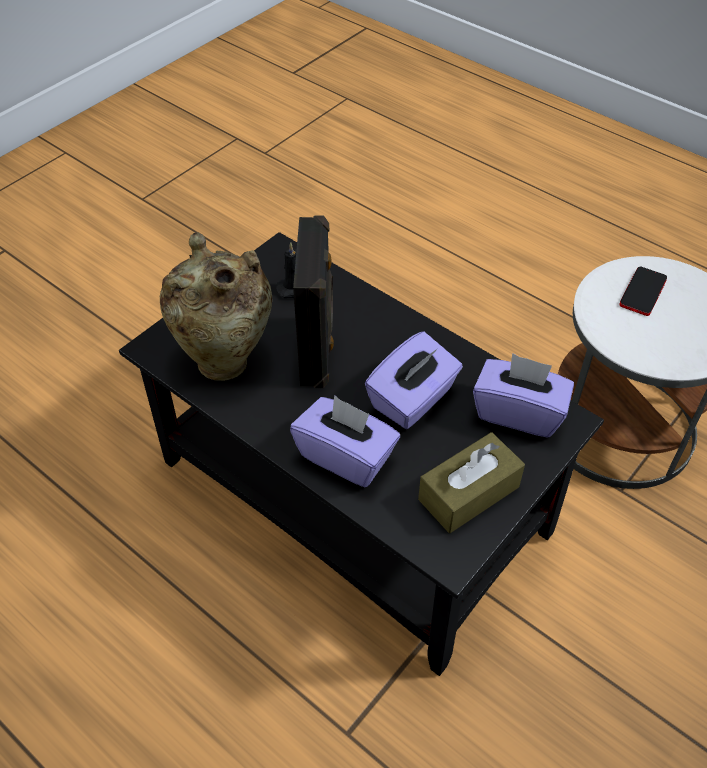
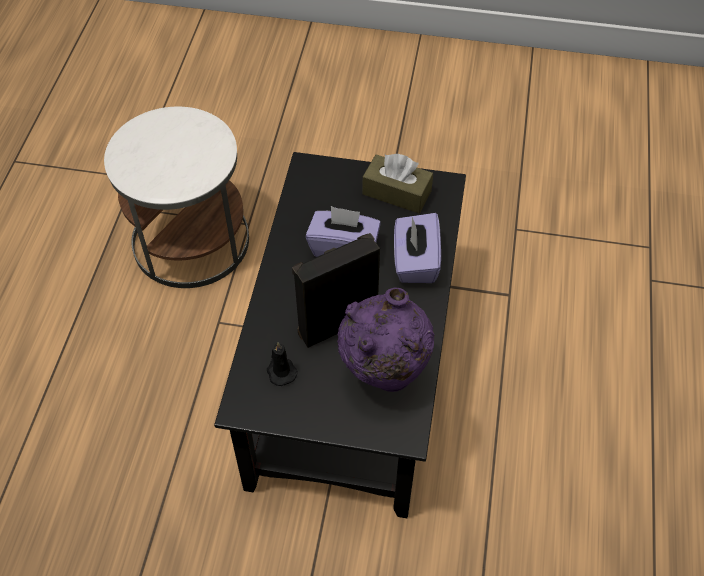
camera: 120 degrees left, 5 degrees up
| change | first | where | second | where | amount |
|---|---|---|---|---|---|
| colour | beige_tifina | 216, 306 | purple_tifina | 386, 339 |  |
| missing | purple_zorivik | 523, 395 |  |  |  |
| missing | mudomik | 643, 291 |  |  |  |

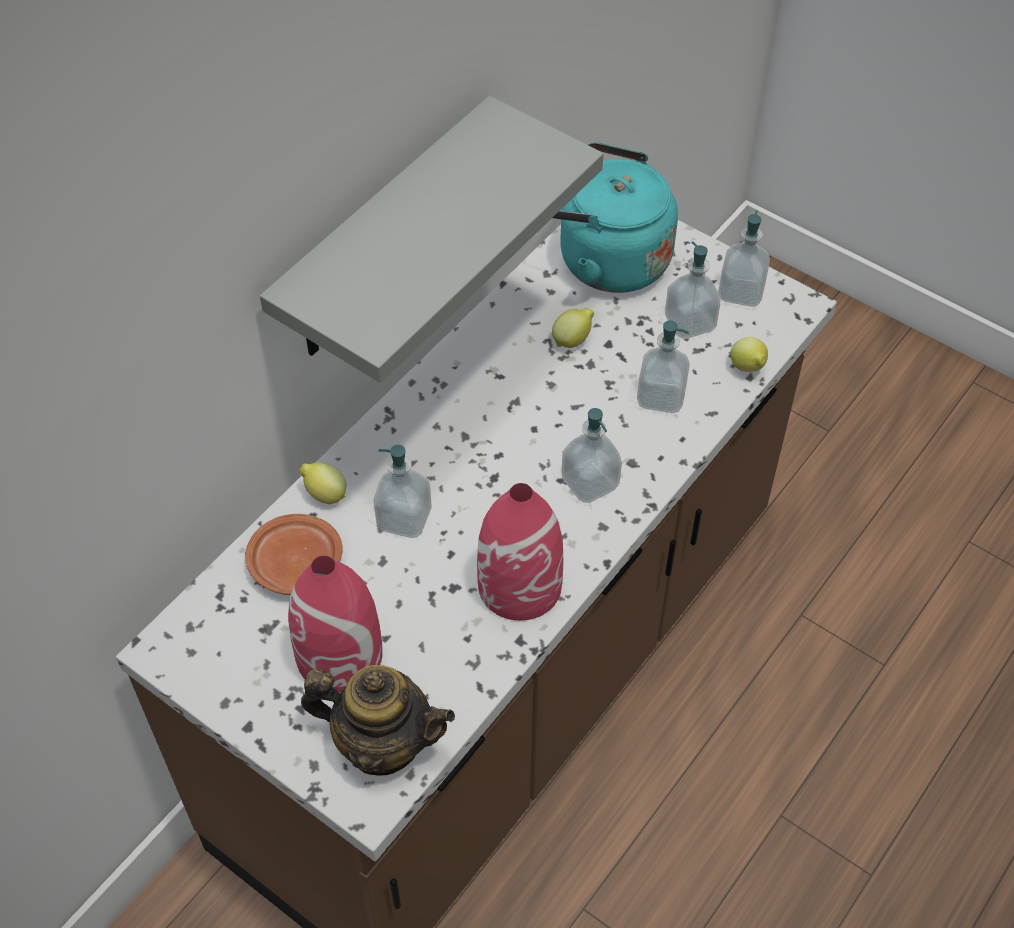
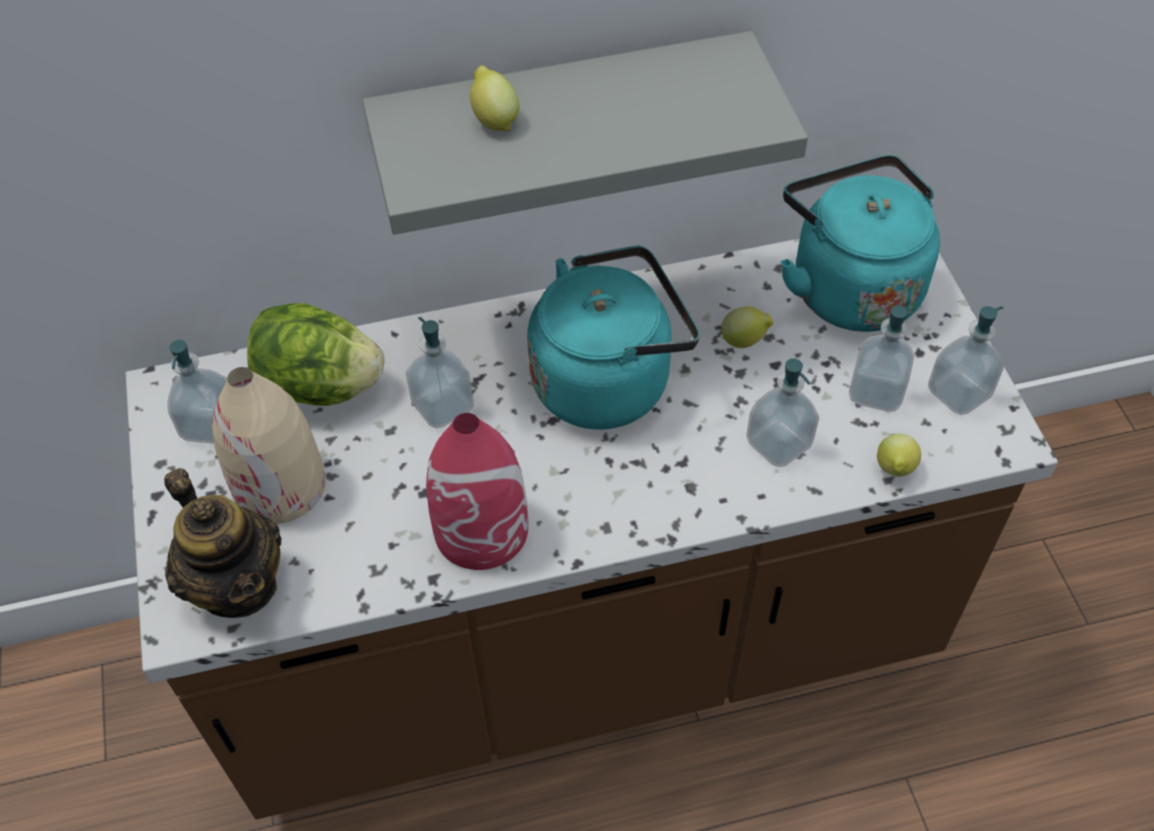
camera: 40 degrees right, 0 degrees up
| change | first | where | second | where | amount |
|---|---|---|---|---|---|
| exchanged | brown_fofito | 294, 554 | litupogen | 315, 354 |  |
| colour | red_tifina | 335, 624 | beige_tifina | 269, 445 |  |
| relocated | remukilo | 323, 483 |  | 494, 98 |  |
| relocated | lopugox | 592, 455 |  | 197, 392 |  |
| appeared |  |  | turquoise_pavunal | 613, 338 |  |

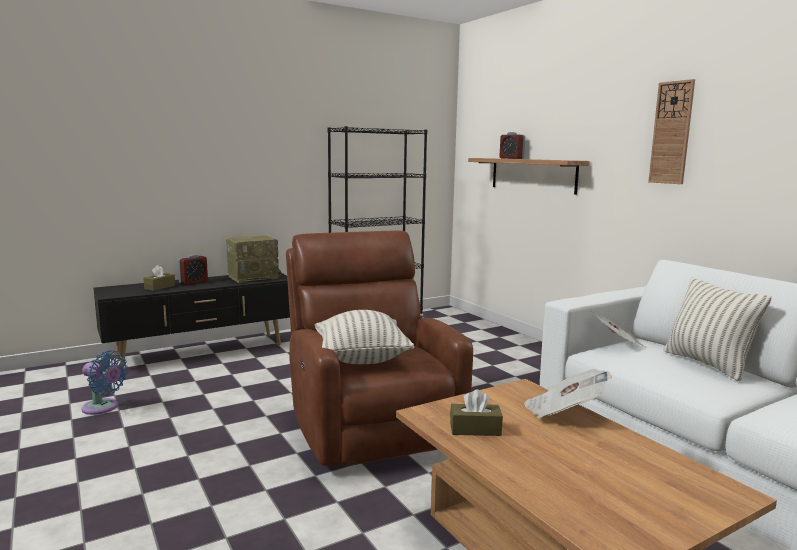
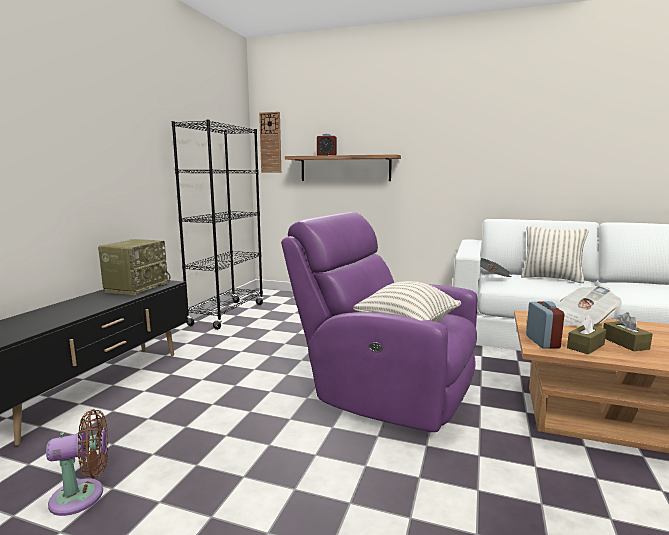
camera: 40 degrees left, 0 degrees up
| change | first | where | second | where | amount |
|---|---|---|---|---|---|
| colour | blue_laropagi | 105, 382 | brown_laropagi | 77, 462 |  |
| relocated | brown_zorivik | 159, 278 |  | 628, 331 |  |
| relocated | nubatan | 193, 269 |  | 545, 325 |  |
| colour | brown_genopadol | 379, 348 | purple_genopadol | 379, 322 |  |
| relocated | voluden | 671, 131 |  | 270, 142 |  |

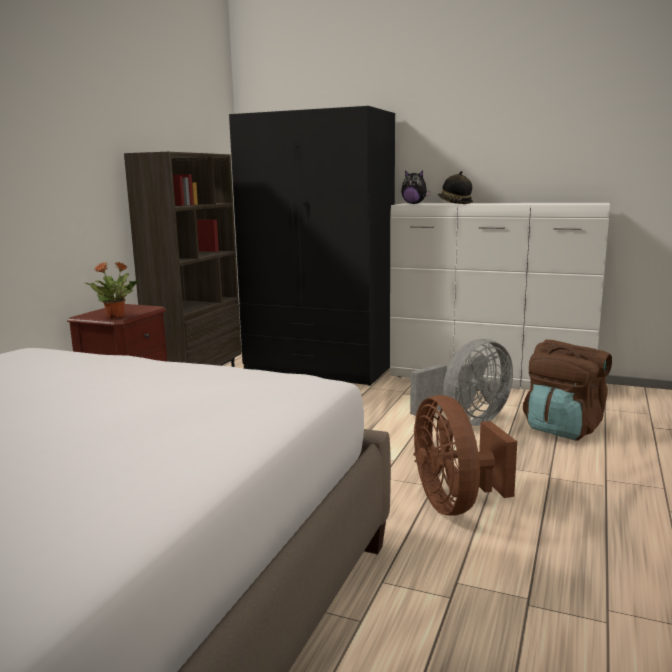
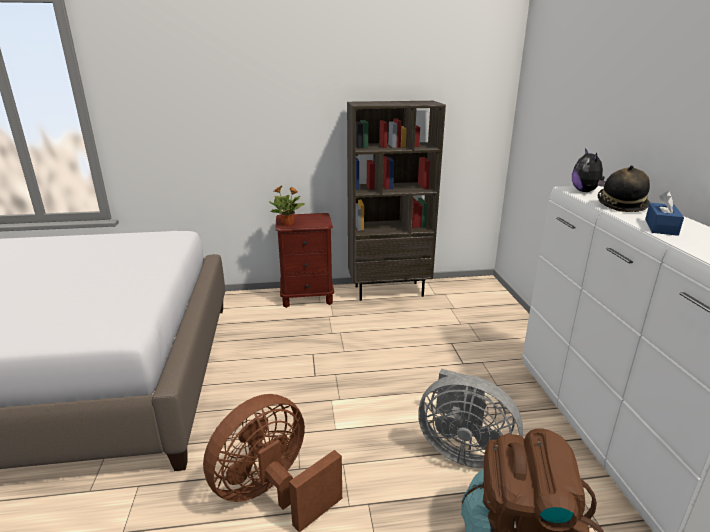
camera: 60 degrees right, 10 degrees up
| change | first | where | second | where | amount |
|---|---|---|---|---|---|
| missing | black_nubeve | 312, 246 |  |  |  |
| appeared |  |  | blue_zorivik | 664, 213 |  |

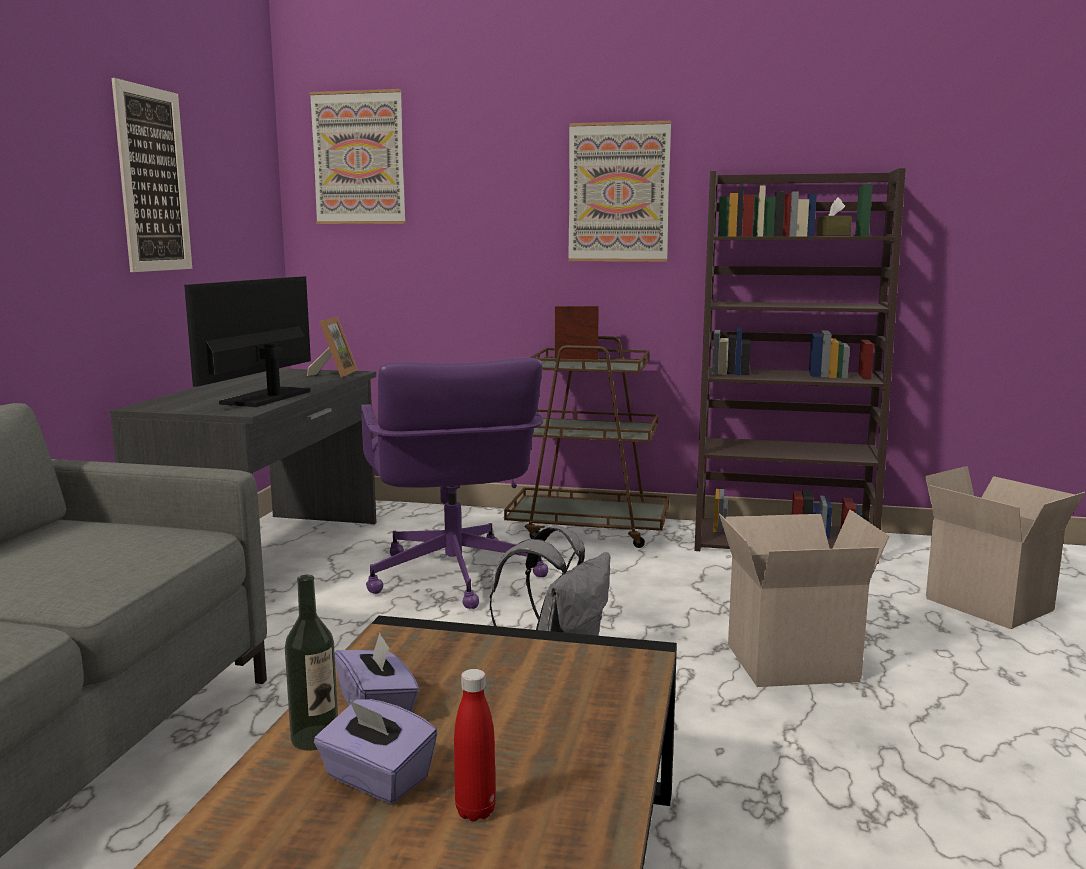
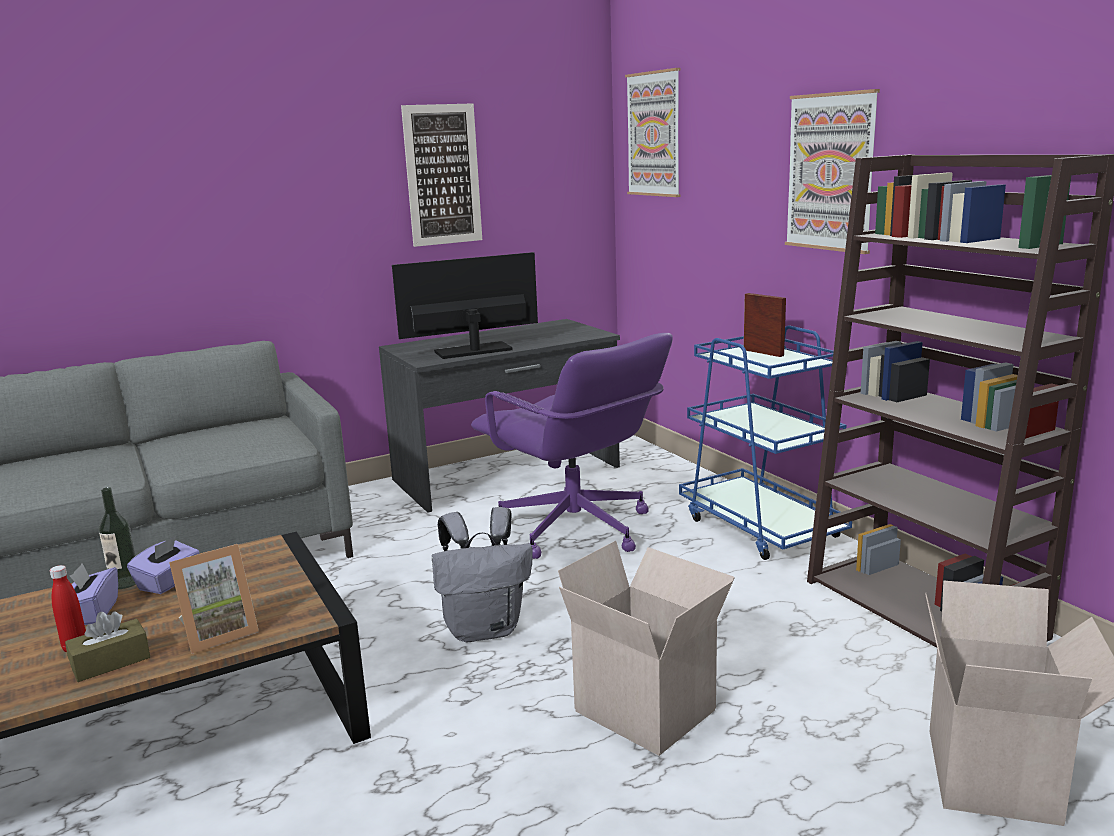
camera: 50 degrees right, 5 degrees up
| change | first | where | second | where | amount |
|---|---|---|---|---|---|
| relocated | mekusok | 332, 347 |  | 214, 599 |  |
| spun | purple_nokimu | 454, 483 |  | 572, 446 | 75 degrees counterclockwise |
| colour | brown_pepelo | 586, 442 | blue_pepelo | 765, 443 |  |
| relocated | brown_zorivik | 834, 216 |  | 107, 646 |  |

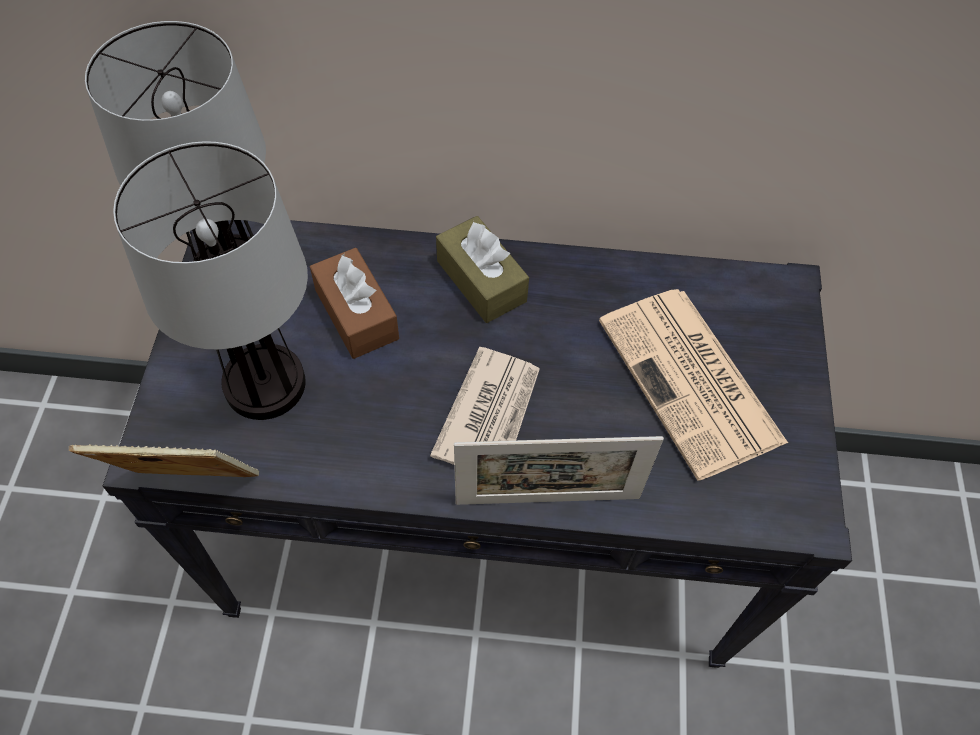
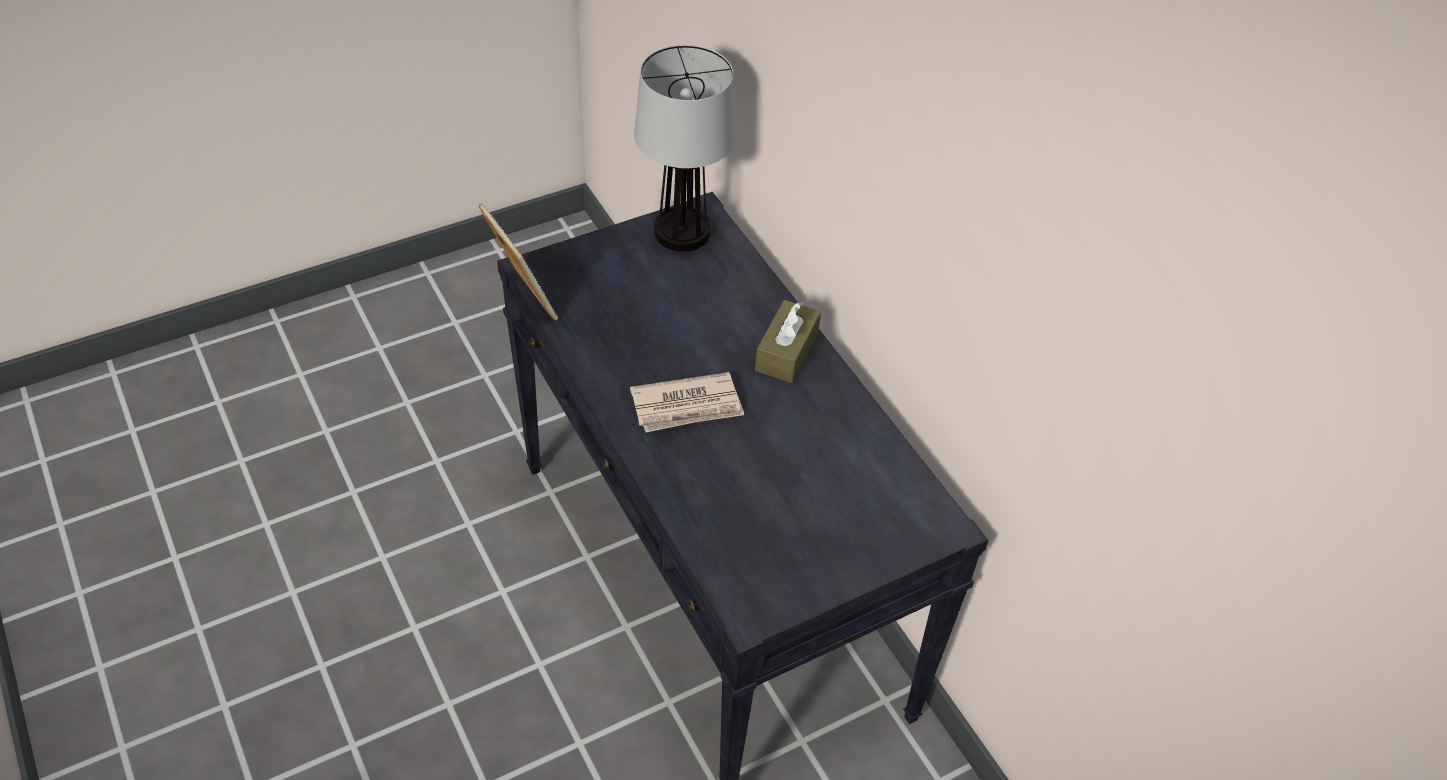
camera: 55 degrees right, 10 degrees down
| change | first | where | second | where | amount |
|---|---|---|---|---|---|
| missing | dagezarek | 210, 280 |  |  |  |
| missing | brown_zorivik | 354, 303 |  |  |  |
| missing | mekusok | 559, 470 |  |  |  |
| missing | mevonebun | 693, 385 |  |  |  |

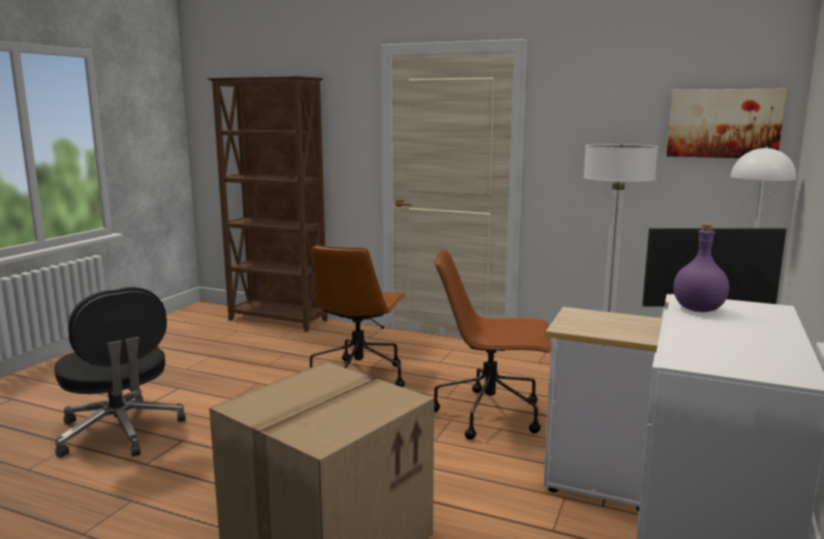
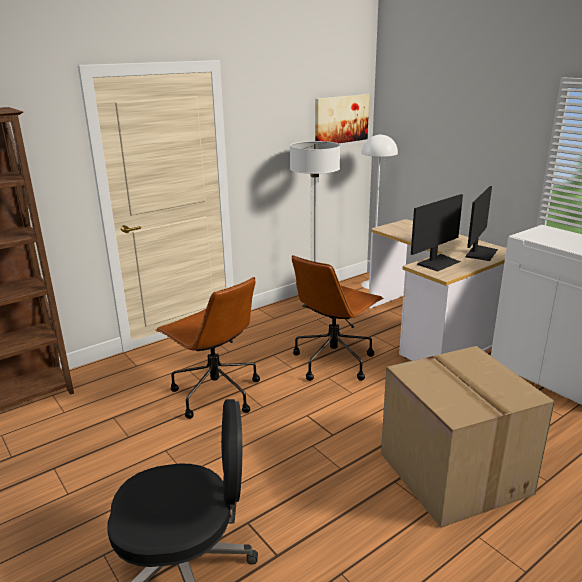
camera: 60 degrees left, 10 degrees up
| change | first | where | second | where | amount |
|---|---|---|---|---|---|
| missing | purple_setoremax | 701, 267 |  |  |  |
| appeared |  |  | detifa | 437, 233 |  |

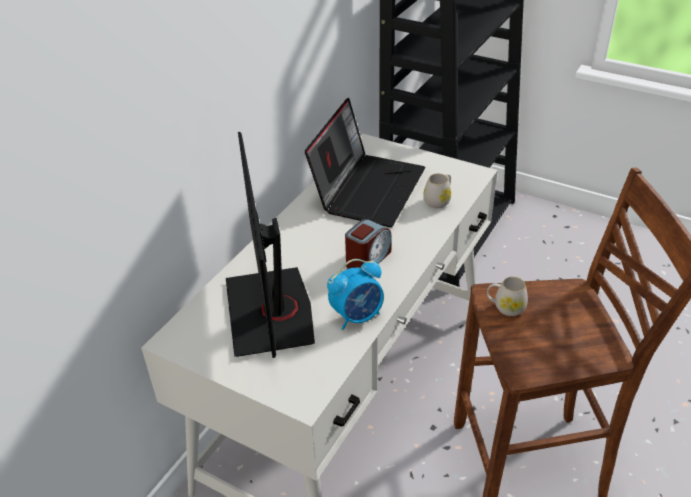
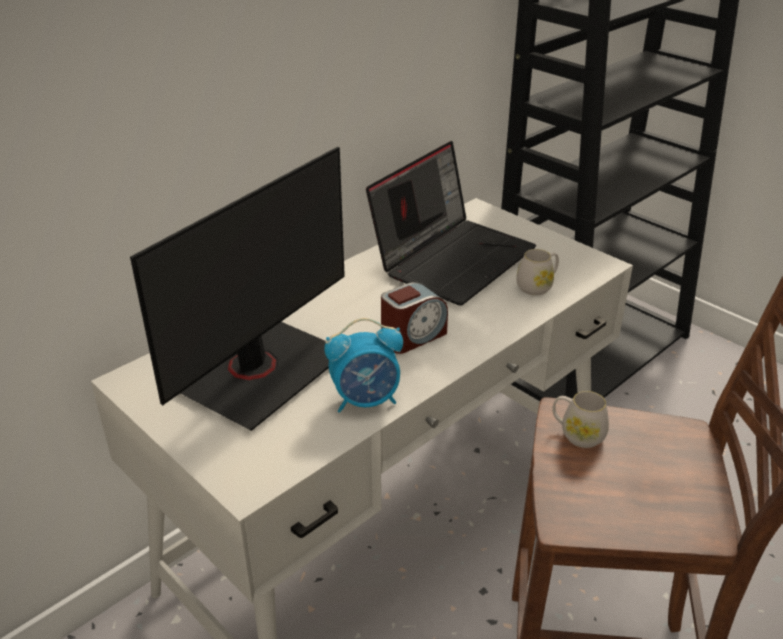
camera: 15 degrees right, 5 degrees down
| change | first | where | second | where | amount |
|---|---|---|---|---|---|
| spun | detifa | 270, 245 |  | 237, 289 | 150 degrees counterclockwise |

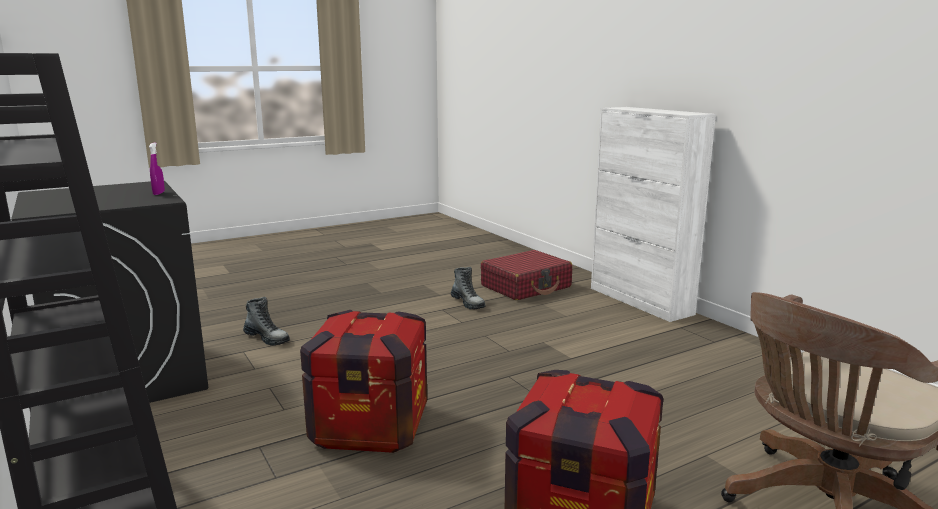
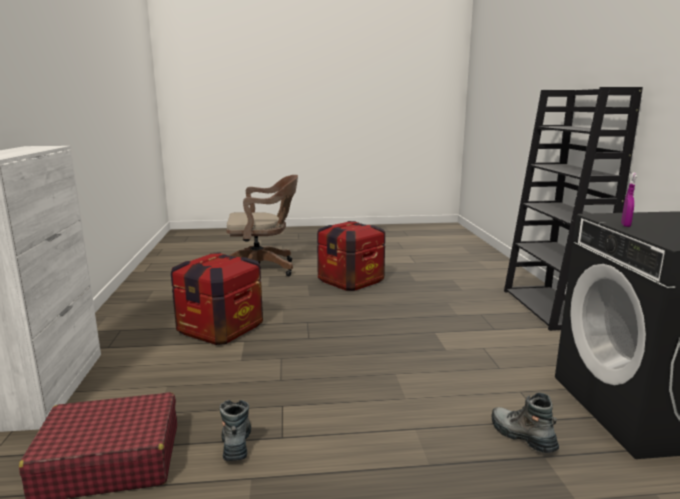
camera: 155 degrees left, 0 degrees up
| change | first | where | second | where | amount |
|---|---|---|---|---|---|
| relocated | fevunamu | 363, 381 |  | 217, 298 |  |

